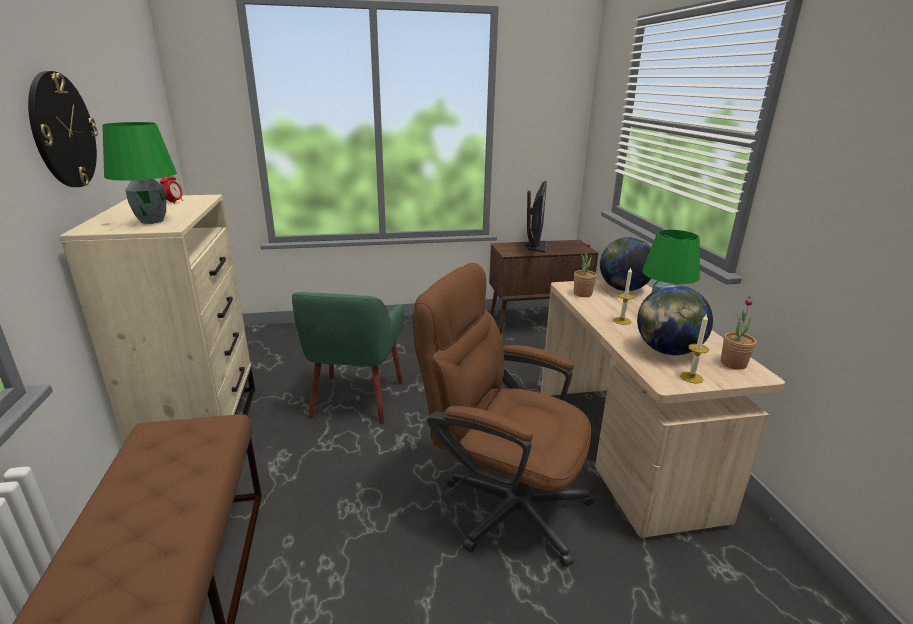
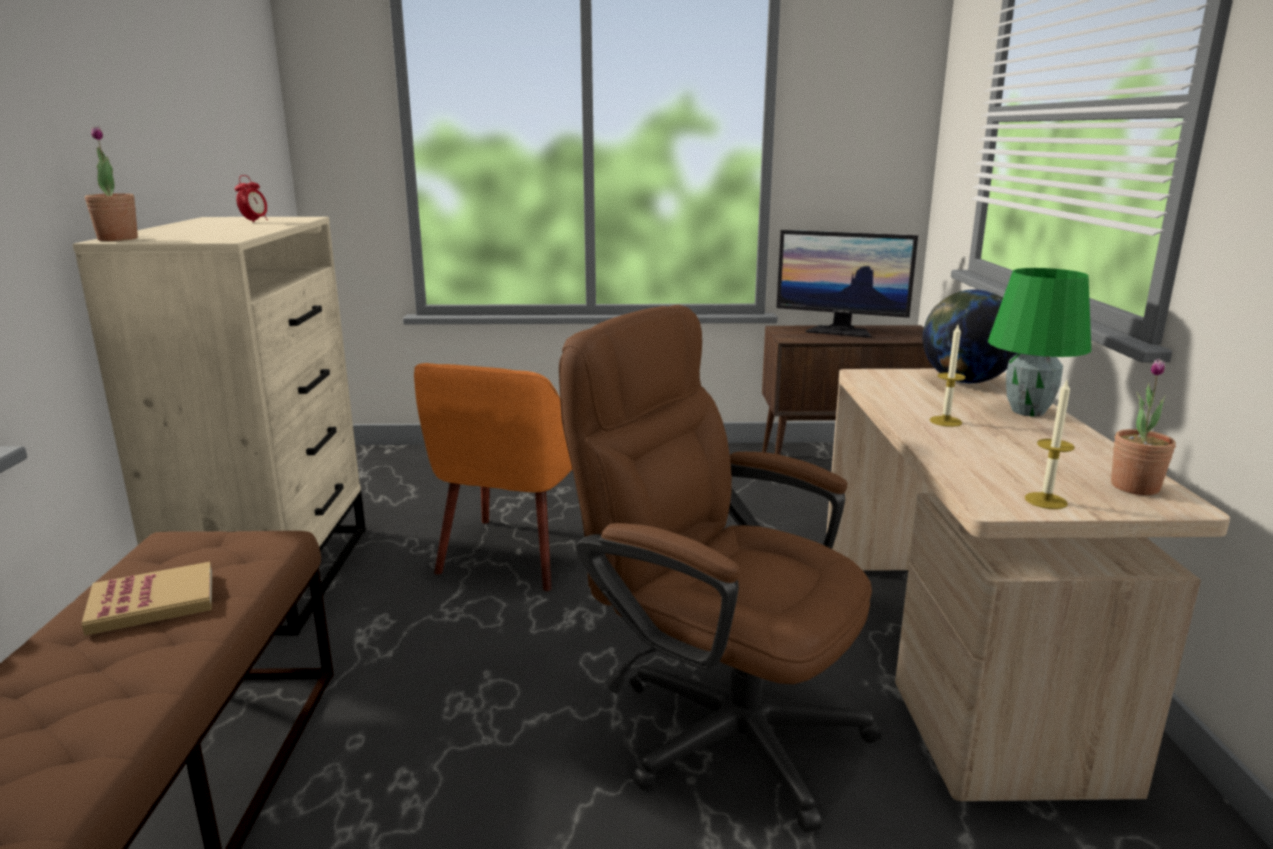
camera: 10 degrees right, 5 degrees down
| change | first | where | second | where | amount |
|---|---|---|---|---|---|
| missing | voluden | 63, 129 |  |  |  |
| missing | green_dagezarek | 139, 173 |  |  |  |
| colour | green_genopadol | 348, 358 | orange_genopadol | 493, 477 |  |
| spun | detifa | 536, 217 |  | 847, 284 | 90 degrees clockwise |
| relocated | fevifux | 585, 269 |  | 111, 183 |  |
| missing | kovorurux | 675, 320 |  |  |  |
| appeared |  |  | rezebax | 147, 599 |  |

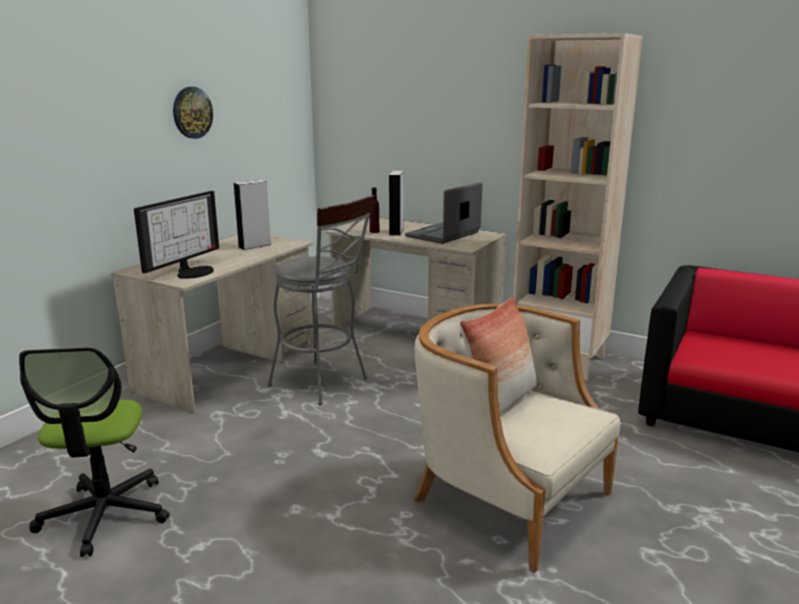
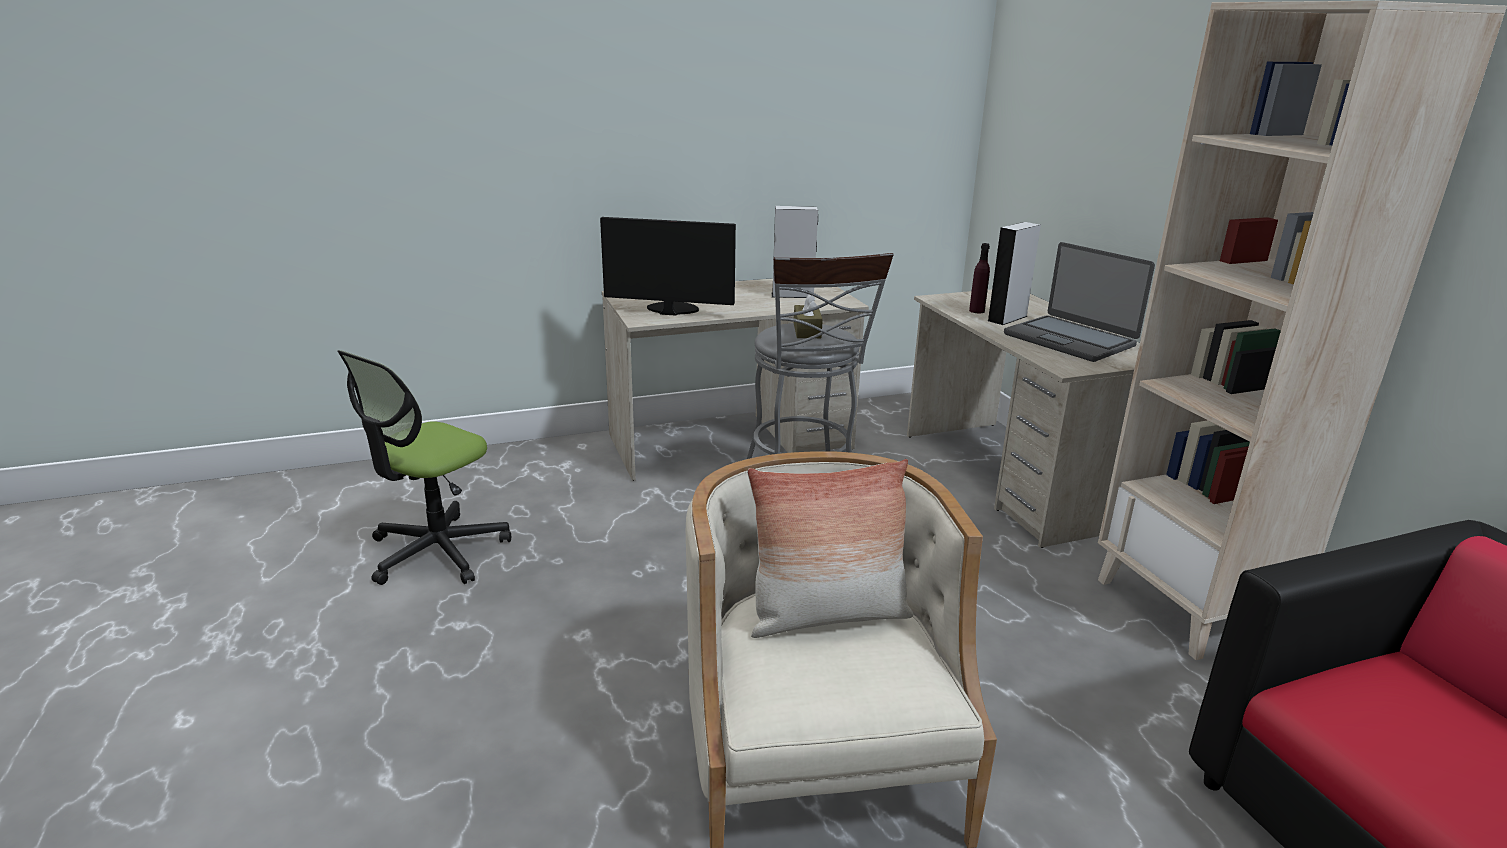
camera: 40 degrees right, 5 degrees up
| change | first | where | second | where | amount |
|---|---|---|---|---|---|
| spun | detifa | 176, 235 |  | 668, 266 | 150 degrees counterclockwise |
| missing | voluden | 193, 113 |  |  |  |
| spun | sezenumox | 443, 213 |  | 1079, 302 | 120 degrees counterclockwise |
| appeared |  |  | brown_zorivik | 808, 316 |  |

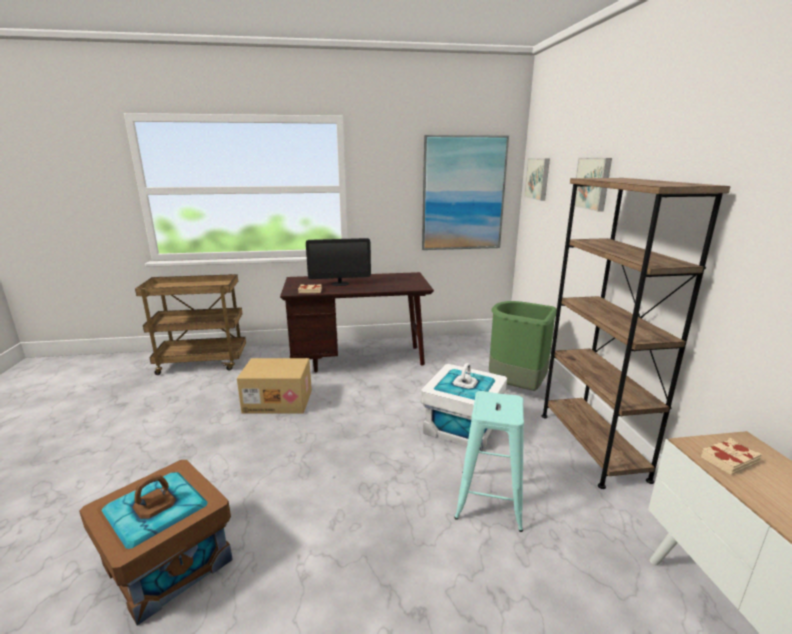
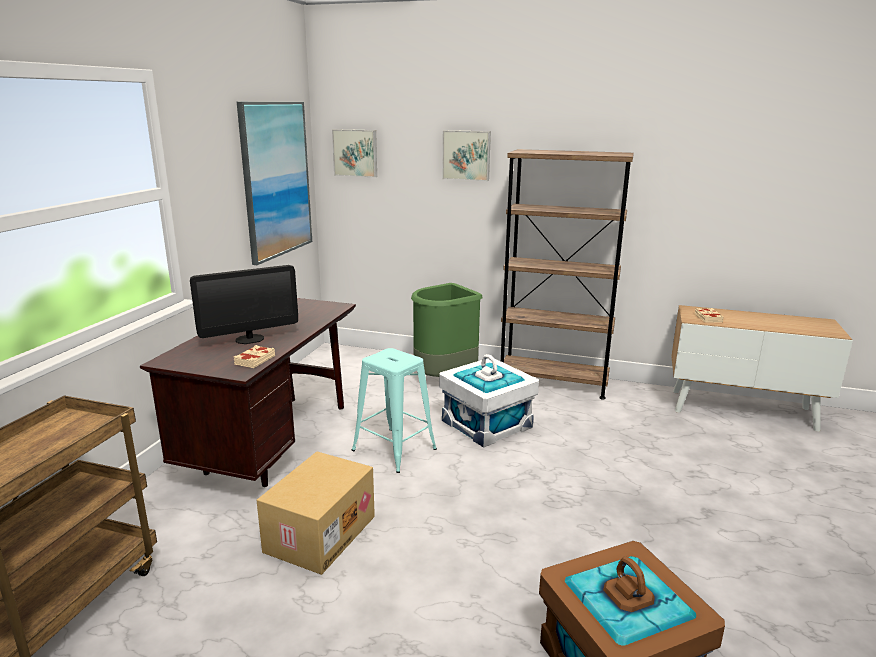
camera: 65 degrees left, 0 degrees up
| change | first | where | second | where | amount |
|---|---|---|---|---|---|
| spun | detifa | 338, 262 |  | 244, 304 | 45 degrees clockwise |
| relocated | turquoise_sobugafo | 489, 461 |  | 394, 410 |  |

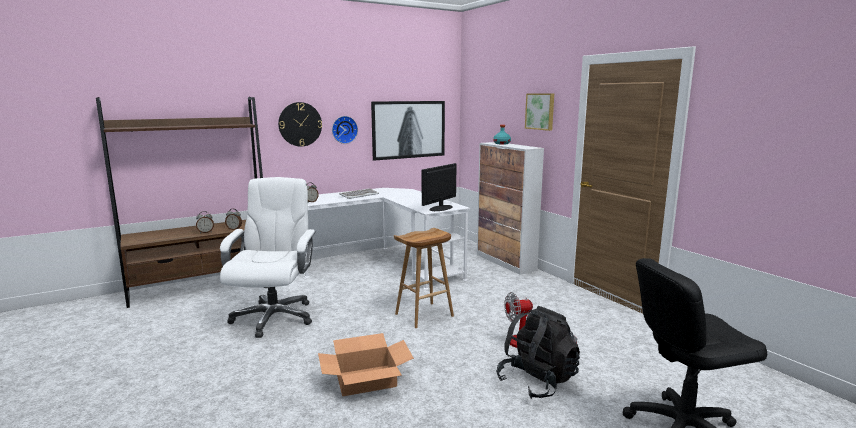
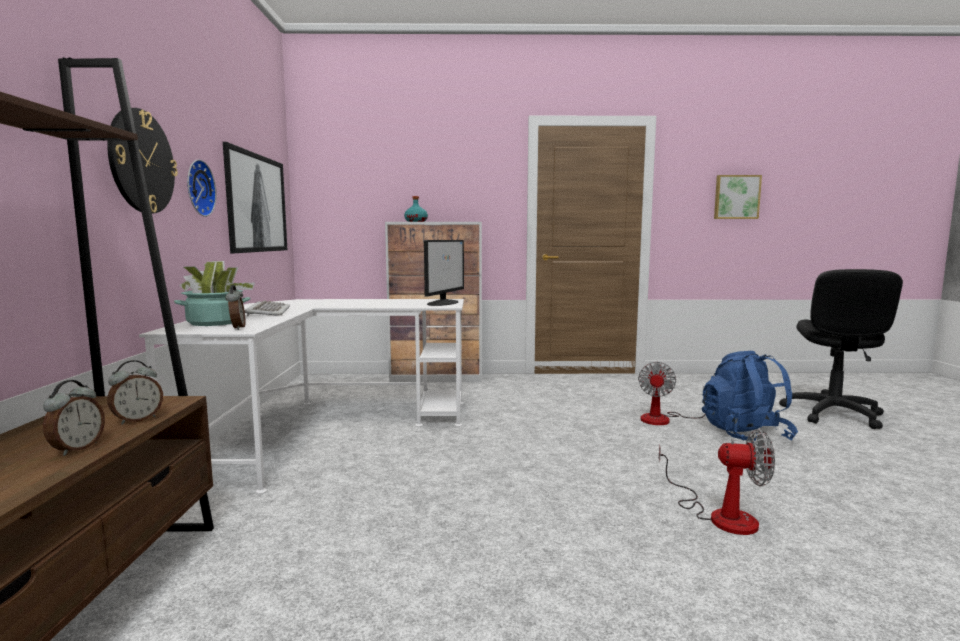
camera: 60 degrees left, 5 degrees down
| change | first | where | second | where | amount |
|---|---|---|---|---|---|
| missing | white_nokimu | 268, 257 |  |  |  |
| exchanged | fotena | 366, 364 | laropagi | 717, 482 |  |
| missing | brown_sobugafo | 424, 278 |  |  |  |
| spun | detifa | 439, 187 |  | 444, 273 | 135 degrees counterclockwise |
| colour | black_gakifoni | 538, 352 | blue_gakifoni | 750, 396 |  |
| relocated | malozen | 539, 112 |  | 738, 197 |  |
| appeared |  |  | fevifux | 214, 293 |  |

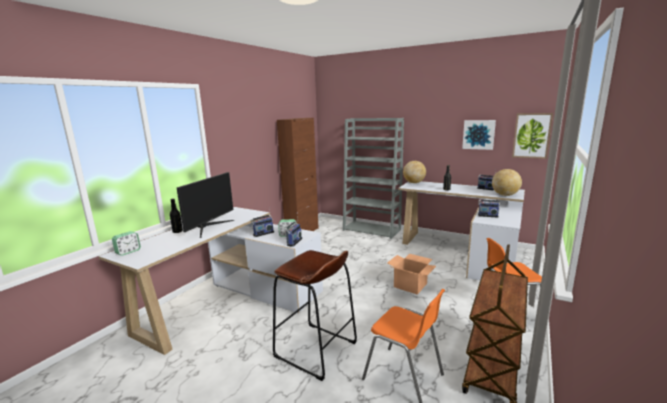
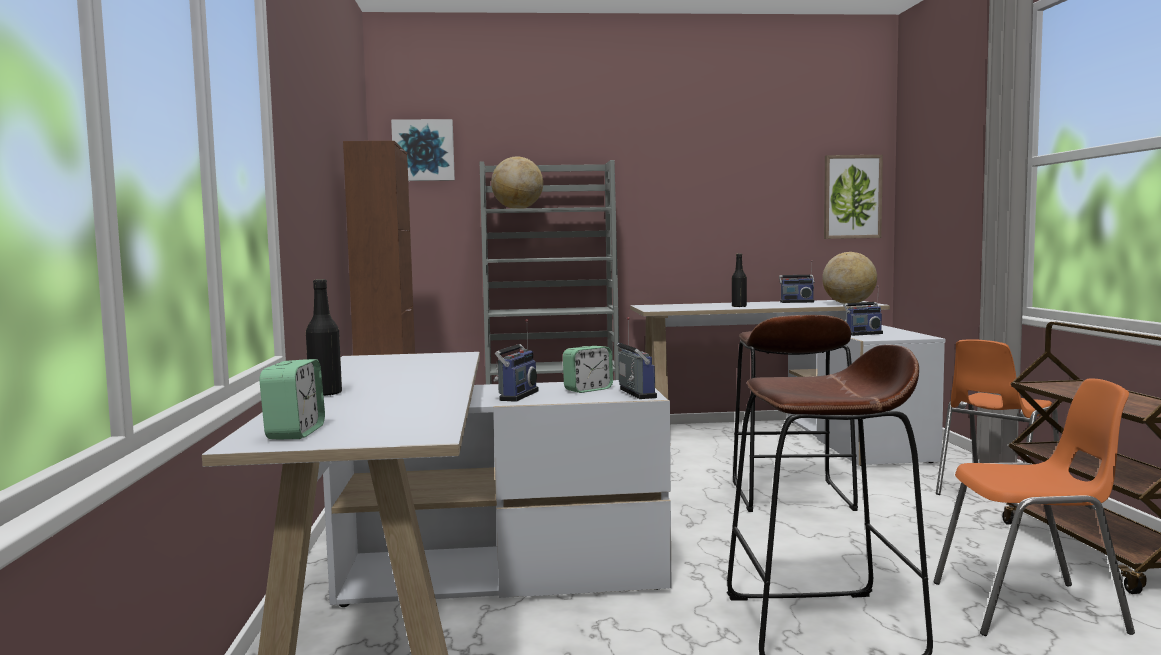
camera: 35 degrees left, 10 degrees down
| change | first | where | second | where | amount |
|---|---|---|---|---|---|
| missing | detifa | 205, 205 |  |  |  |
| exchanged | fotena | 411, 274 | brown_sobugafo | 795, 413 |  |
| relocated | kovorurux | 414, 172 |  | 517, 183 |  |
| relocated | malozen | 479, 135 |  | 423, 150 |  |

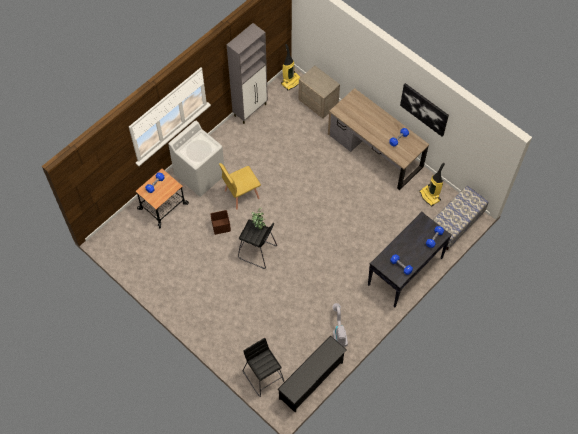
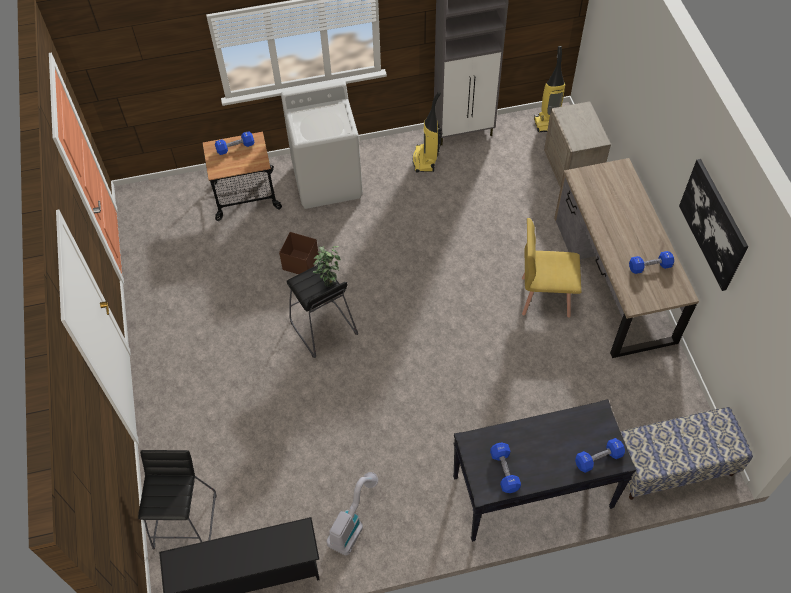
camera: 35 degrees right, 5 degrees down
| change | first | where | second | where | amount |
|---|---|---|---|---|---|
| relocated | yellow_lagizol | 240, 186 |  | 551, 268 |  |
| relocated | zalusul | 432, 184 |  | 427, 132 |  |

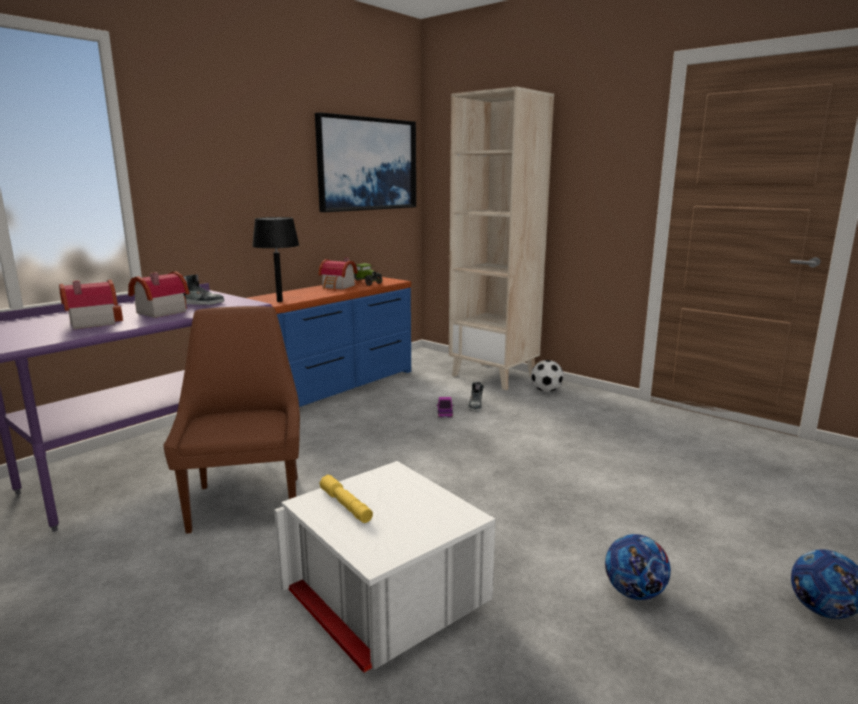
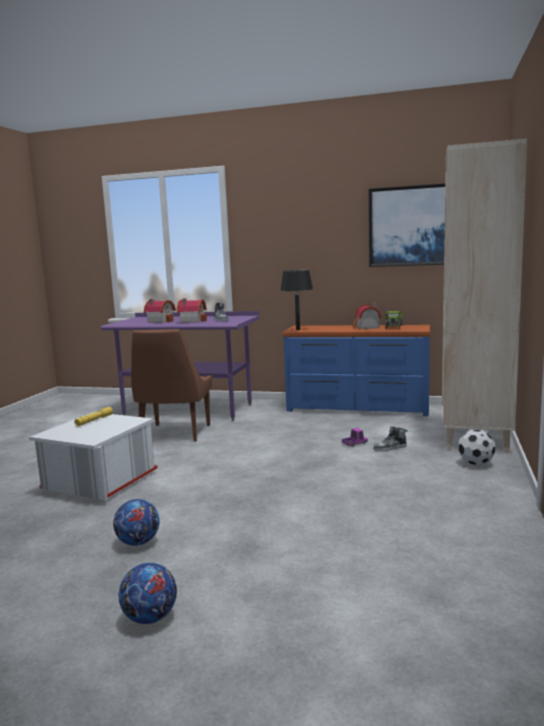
camera: 65 degrees right, 5 degrees down
| change | first | where | second | where | amount |
|---|---|---|---|---|---|
| spun | brown_lagizol | 231, 420 |  | 171, 385 | 135 degrees clockwise |

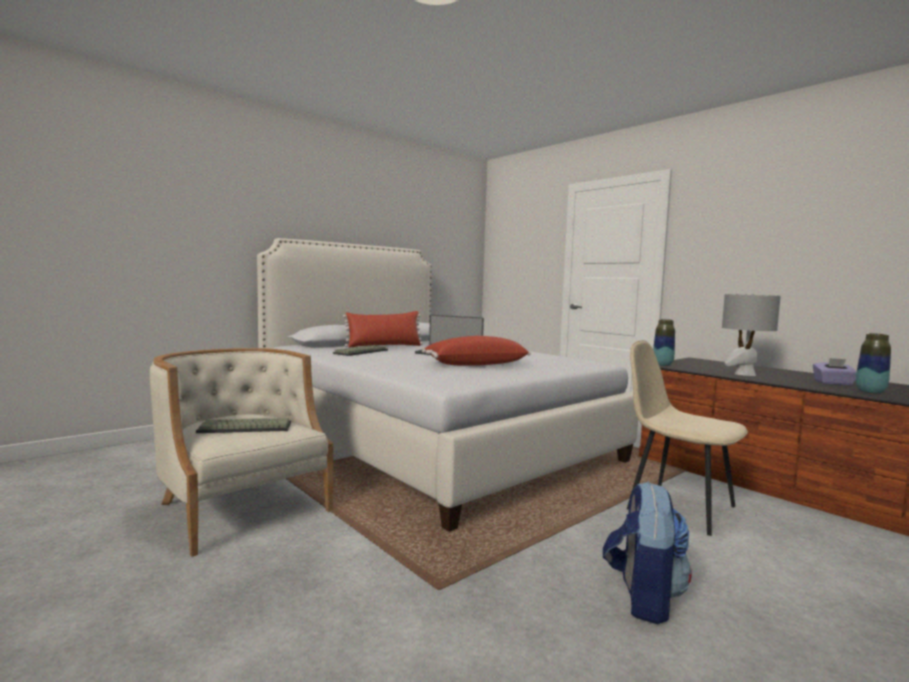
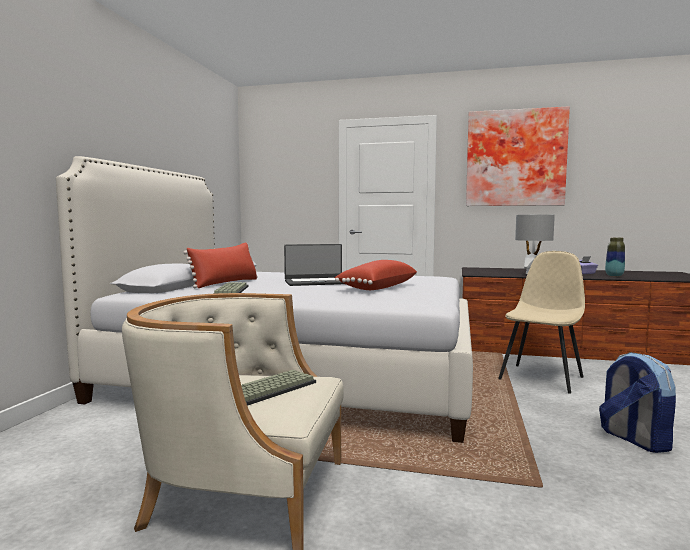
camera: 35 degrees left, 0 degrees up
| change | first | where | second | where | amount |
|---|---|---|---|---|---|
| spun | beige_lagizol | 687, 438 |  | 541, 322 | 120 degrees clockwise |
| missing | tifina | 664, 342 |  |  |  |
| appeared |  |  | malozen | 518, 156 |  |

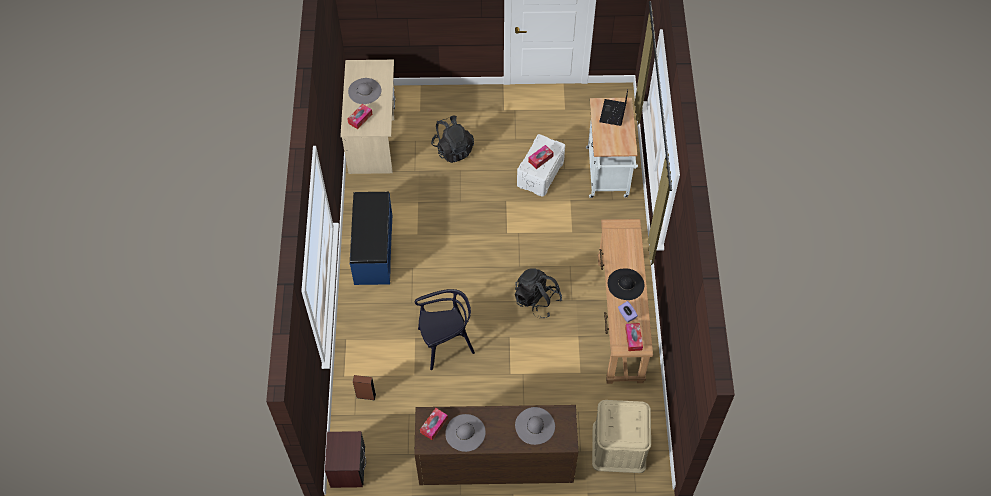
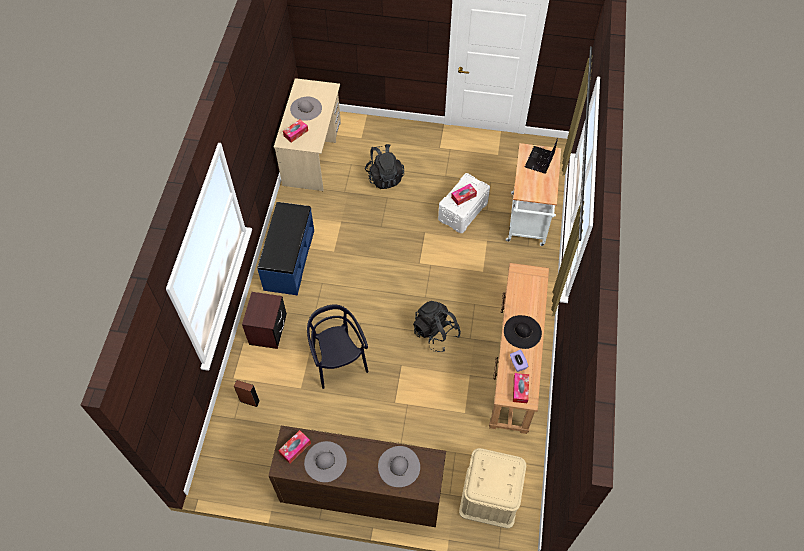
camera: 10 degrees right, 0 degrees up
| change | first | where | second | where | amount |
|---|---|---|---|---|---|
| relocated | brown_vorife | 345, 459 |  | 264, 320 |  |
| spun | black_lagizol | 445, 329 |  | 337, 346 | 105 degrees counterclockwise |

